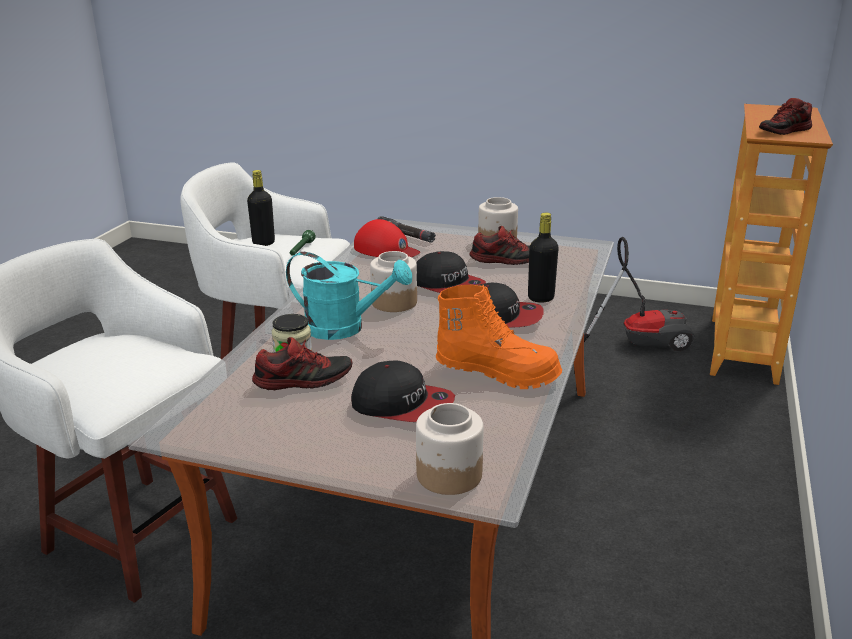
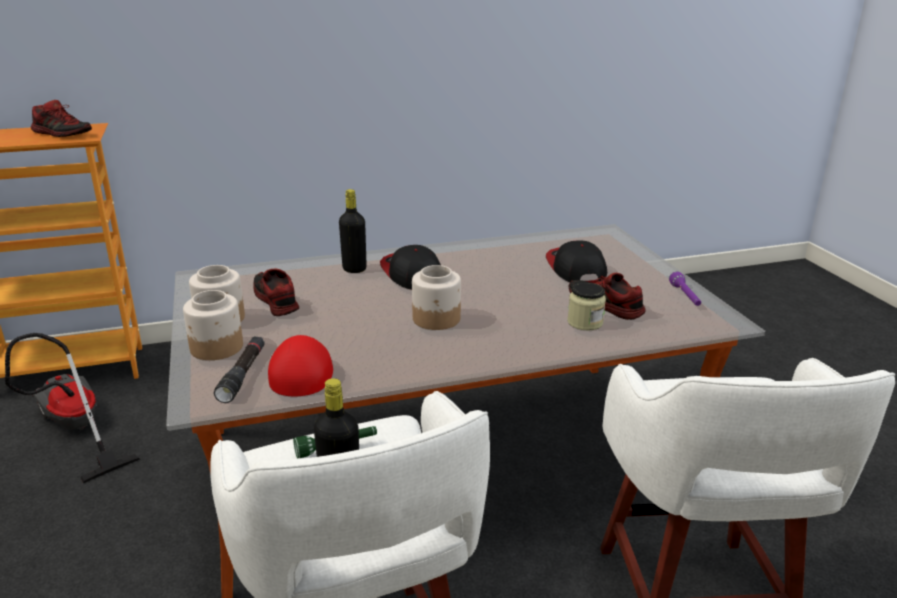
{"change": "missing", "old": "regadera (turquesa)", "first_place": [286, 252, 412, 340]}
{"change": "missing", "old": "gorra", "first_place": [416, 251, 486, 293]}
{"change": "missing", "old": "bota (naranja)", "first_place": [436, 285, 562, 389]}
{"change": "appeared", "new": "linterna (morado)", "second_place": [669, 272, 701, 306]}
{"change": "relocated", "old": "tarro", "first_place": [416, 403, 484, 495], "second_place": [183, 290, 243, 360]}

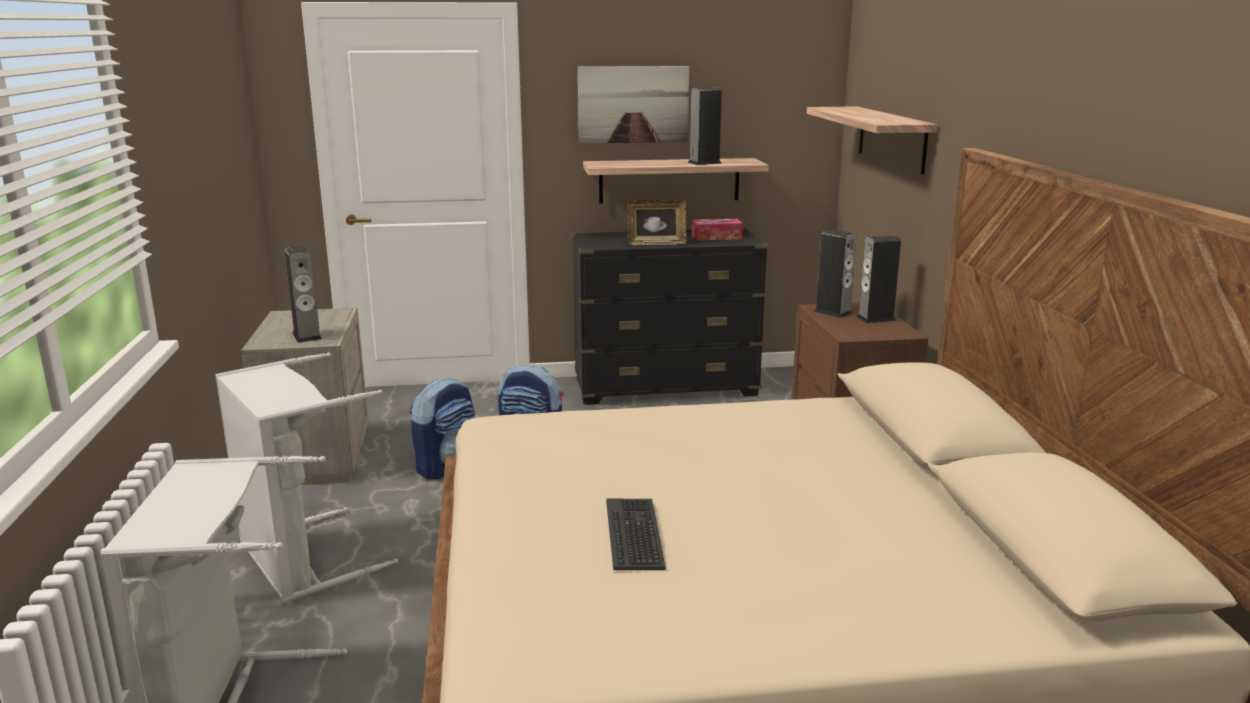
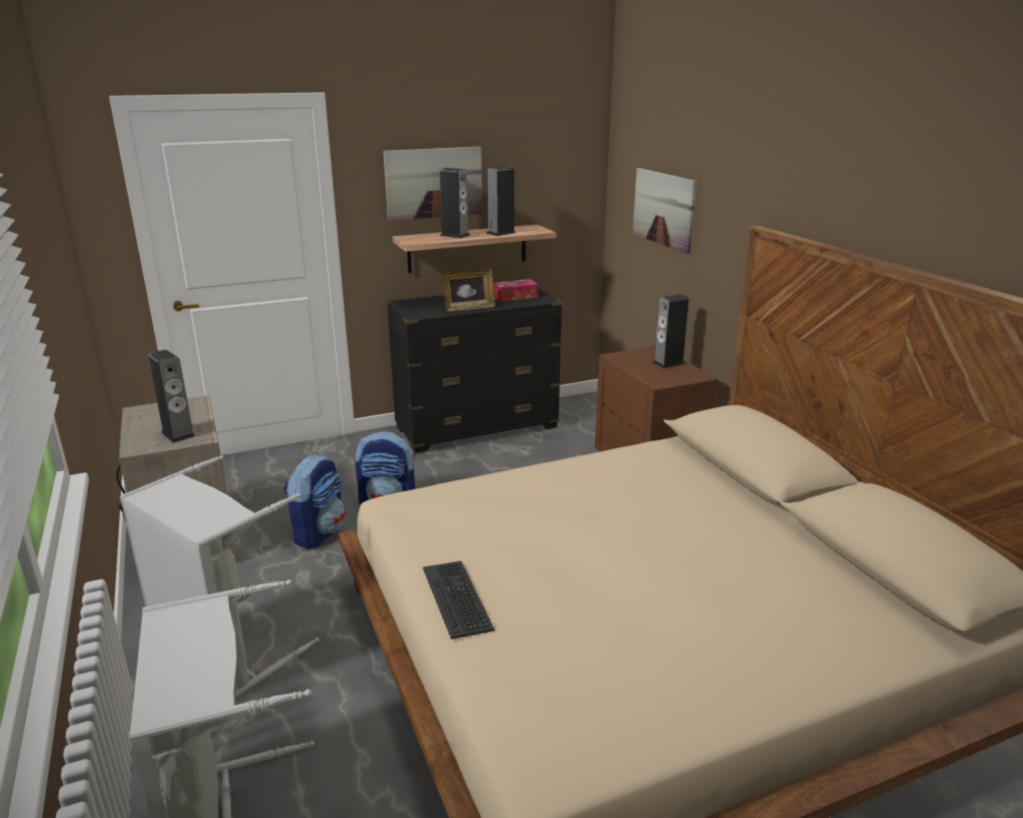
{"change": "relocated", "old": "teclado", "first_place": [606, 499, 666, 570], "second_place": [423, 561, 495, 639]}
{"change": "relocated", "old": "altavoz", "first_place": [814, 230, 856, 318], "second_place": [440, 168, 470, 238]}
{"change": "exchanged", "old": "estante", "new": "cuadro", "first_place": [807, 106, 938, 175], "second_place": [633, 168, 697, 254]}

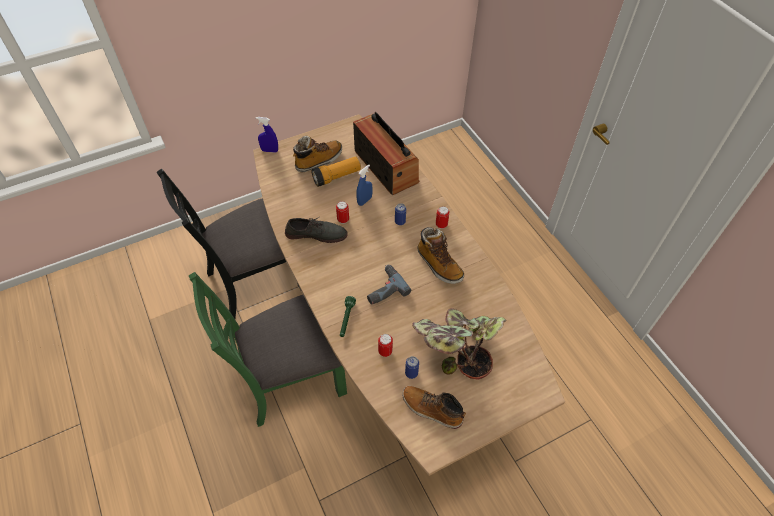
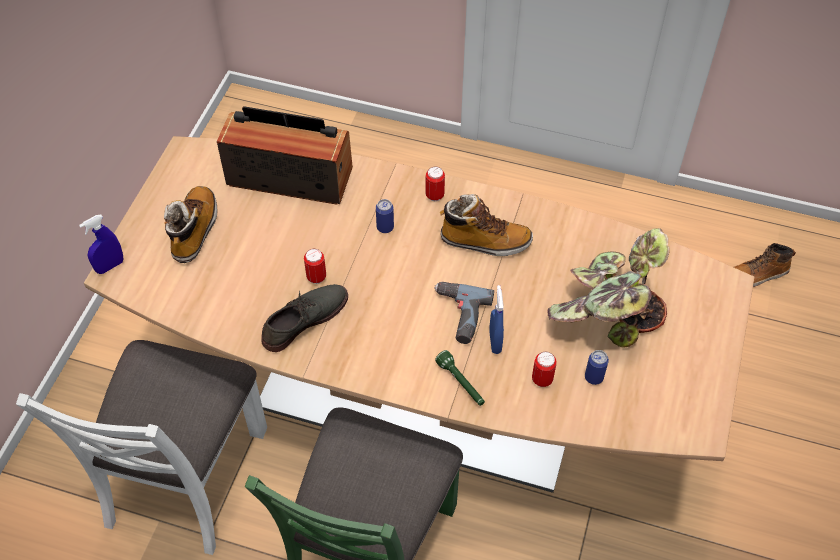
{"change": "missing", "old": "linterna", "first_place": [311, 156, 361, 187]}
{"change": "relocated", "old": "pulverizador (azul)", "first_place": [356, 164, 373, 206], "second_place": [489, 285, 504, 354]}
{"change": "relocated", "old": "bota", "first_place": [402, 386, 466, 429], "second_place": [734, 243, 796, 287]}
{"change": "colour", "old": "silla (negro)", "new": "silla (blanco)", "first_place": [157, 169, 301, 319], "second_place": [16, 340, 267, 555]}

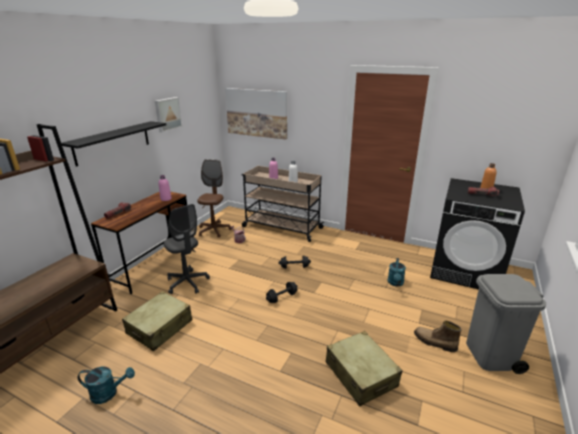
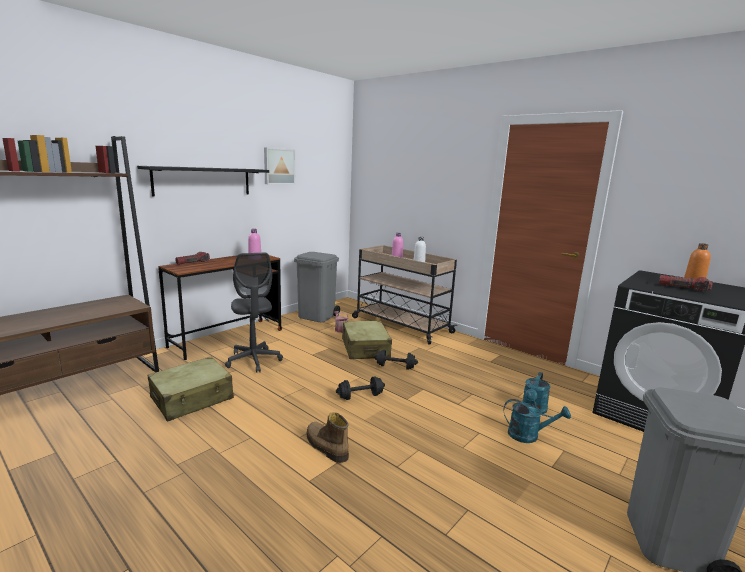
{"change": "missing", "old": "cuadro", "first_place": [225, 88, 287, 140]}
{"change": "relocated", "old": "regadera (turquesa)", "first_place": [78, 367, 135, 404], "second_place": [504, 399, 571, 443]}
{"change": "relocated", "old": "maleta (beis)", "first_place": [326, 331, 402, 407], "second_place": [342, 320, 392, 359]}
{"change": "relocated", "old": "bota", "first_place": [414, 321, 462, 352], "second_place": [307, 412, 349, 463]}
{"change": "exchanged", "old": "silla de oficina (marrón)", "new": "papelera (gris)", "first_place": [197, 159, 232, 238], "second_place": [294, 252, 340, 322]}

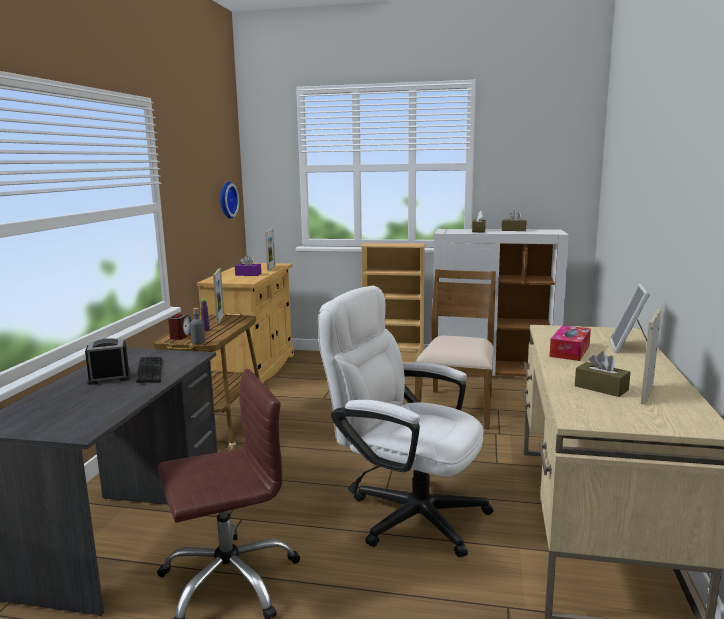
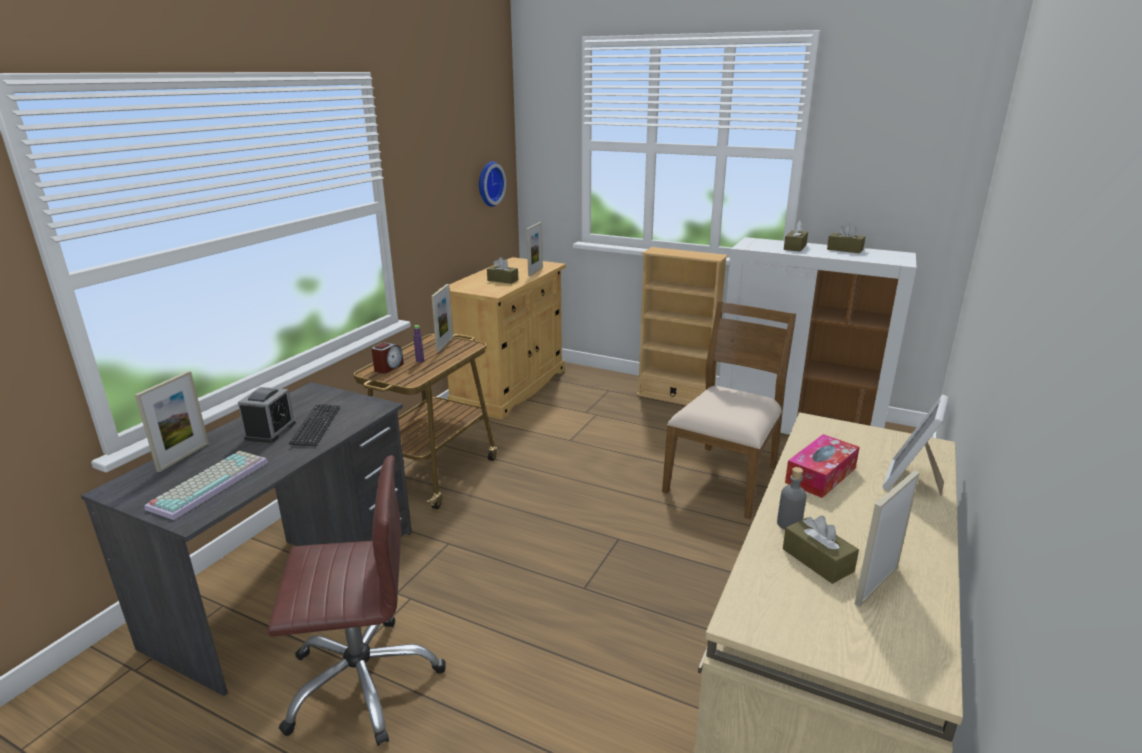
{"change": "missing", "old": "silla de oficina (blanco)", "first_place": [318, 286, 493, 557]}
{"change": "appeared", "new": "portarretratos", "second_place": [135, 371, 209, 472]}
{"change": "appeared", "new": "teclado", "second_place": [145, 451, 268, 520]}
{"change": "relocated", "old": "botella (gris)", "first_place": [190, 308, 205, 344], "second_place": [777, 467, 807, 530]}
{"change": "colour", "old": "caja de pañuelos (morado)", "new": "caja de pañuelos (marrón)", "first_place": [235, 255, 261, 276], "second_place": [487, 257, 518, 284]}
{"change": "spun", "old": "despertador", "first_place": [85, 338, 131, 385], "second_place": [238, 387, 296, 443], "degrees": 105}

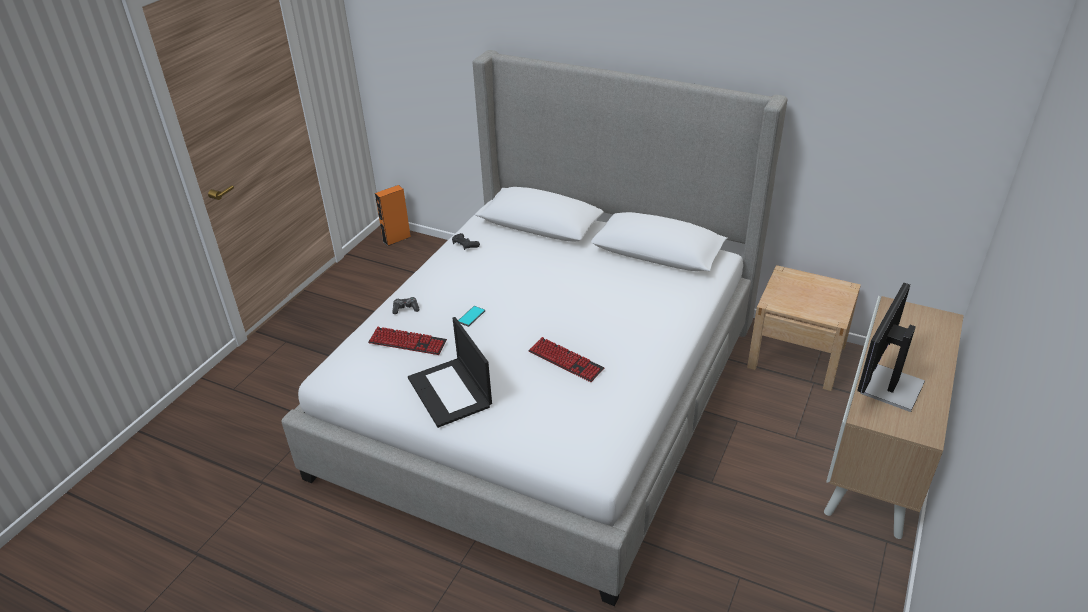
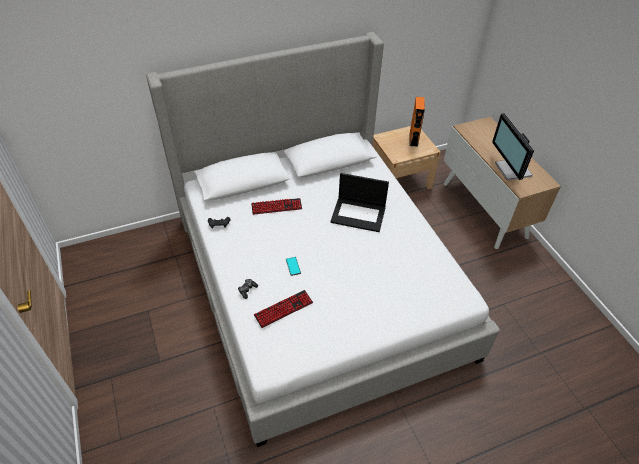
{"change": "relocated", "old": "altavoz (naranja)", "first_place": [375, 185, 411, 246], "second_place": [409, 97, 425, 147]}
{"change": "relocated", "old": "portátil", "first_place": [408, 317, 492, 428], "second_place": [331, 173, 389, 232]}
{"change": "relocated", "old": "teclado", "first_place": [528, 337, 604, 382], "second_place": [251, 198, 302, 215]}

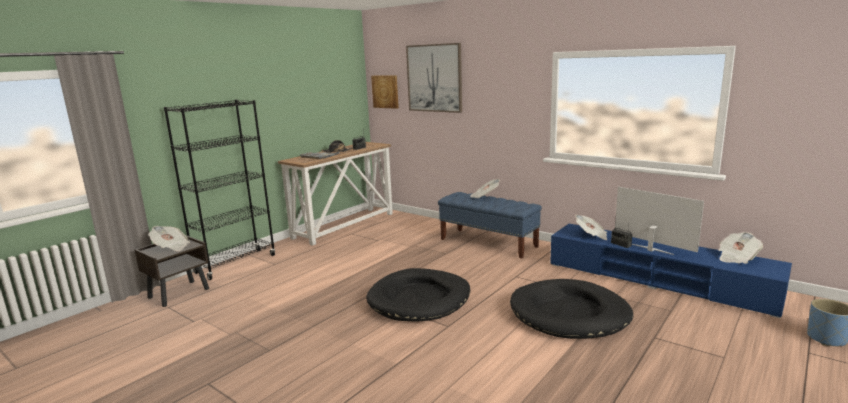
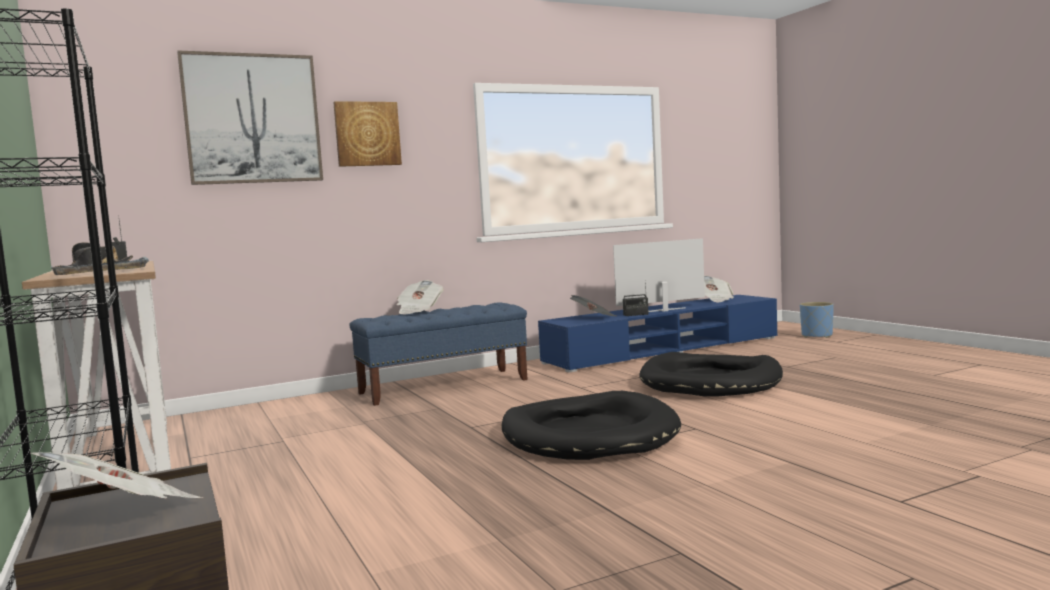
{"change": "relocated", "old": "cuadro", "first_place": [371, 75, 399, 109], "second_place": [333, 101, 402, 167]}

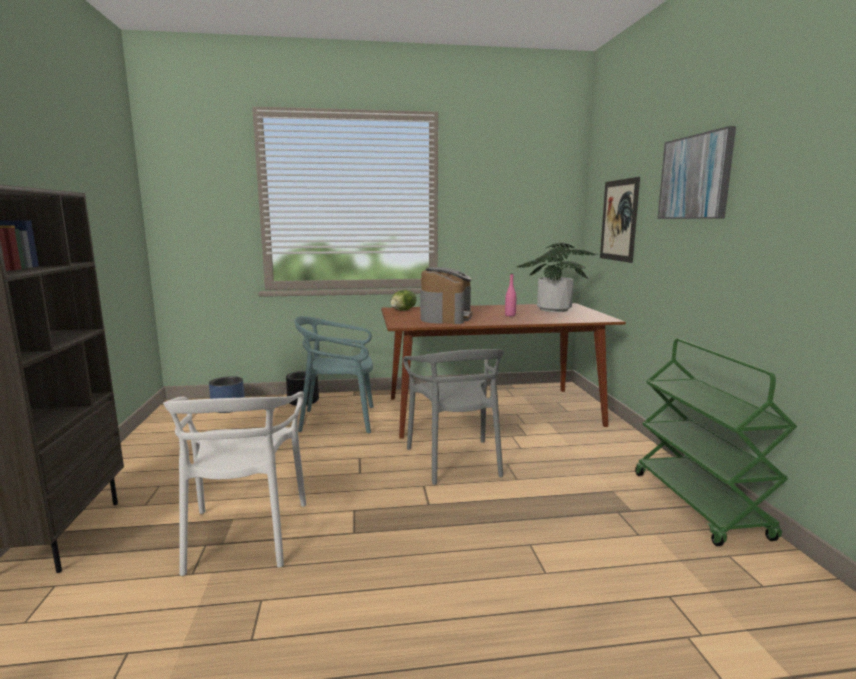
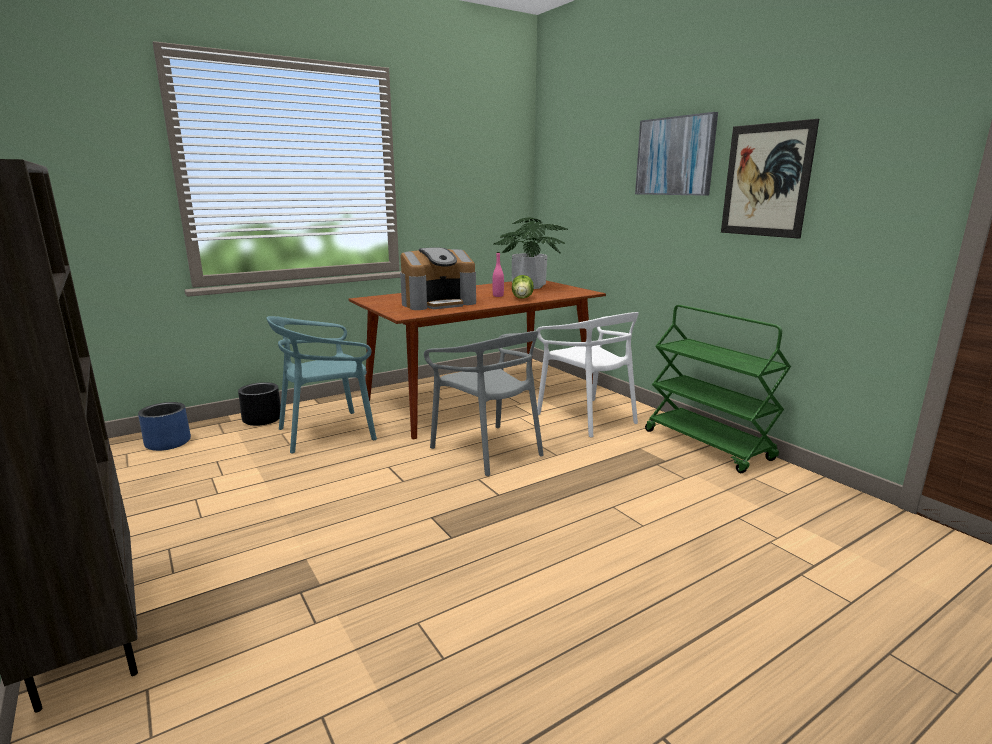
{"change": "relocated", "old": "silla (blanco)", "first_place": [163, 392, 306, 576], "second_place": [536, 312, 639, 437]}
{"change": "relocated", "old": "lechuga", "first_place": [390, 290, 416, 311], "second_place": [512, 275, 534, 299]}
{"change": "relocated", "old": "cuadro", "first_place": [600, 177, 640, 263], "second_place": [721, 119, 819, 239]}
{"change": "spun", "old": "cafetera", "first_place": [420, 267, 473, 324], "second_place": [400, 248, 476, 310], "degrees": 75}

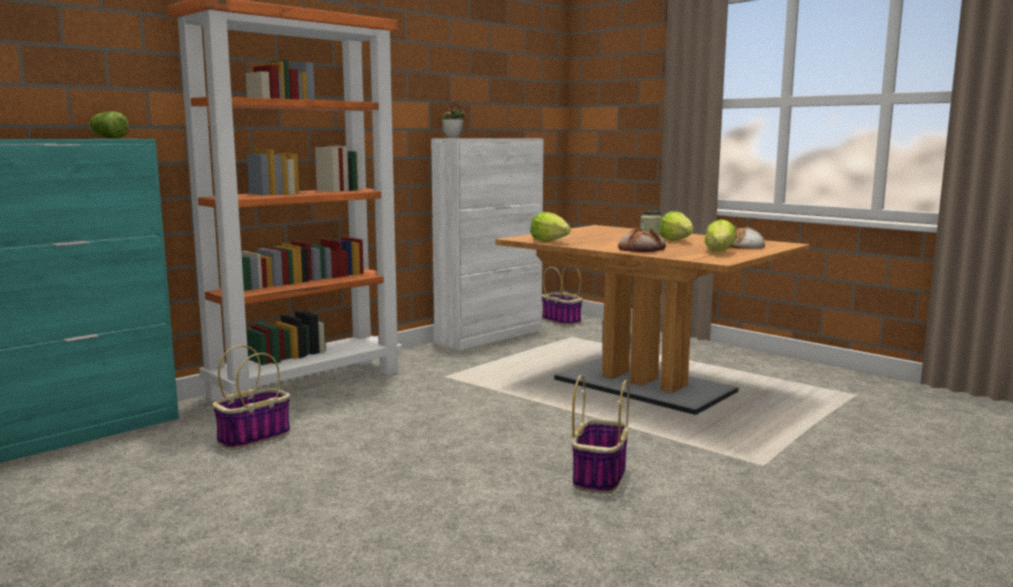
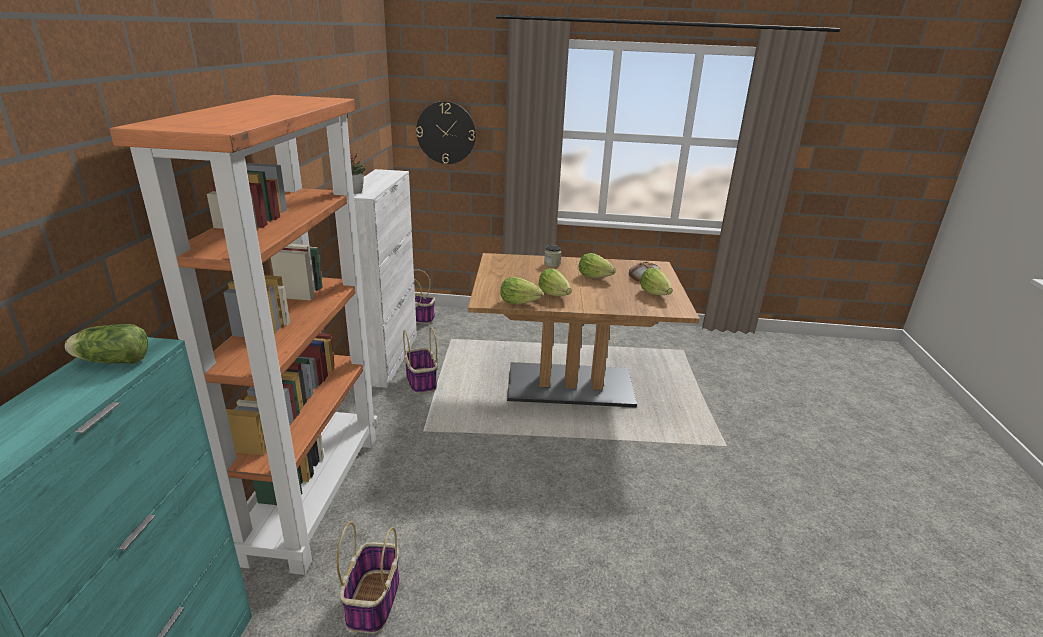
{"change": "missing", "old": "pan", "first_place": [618, 228, 666, 252]}
{"change": "appeared", "new": "reloj de pared", "second_place": [416, 101, 476, 164]}
{"change": "appeared", "new": "lechuga", "second_place": [538, 269, 572, 296]}
{"change": "relocated", "old": "cesta", "first_place": [572, 375, 629, 494], "second_place": [403, 327, 437, 394]}

